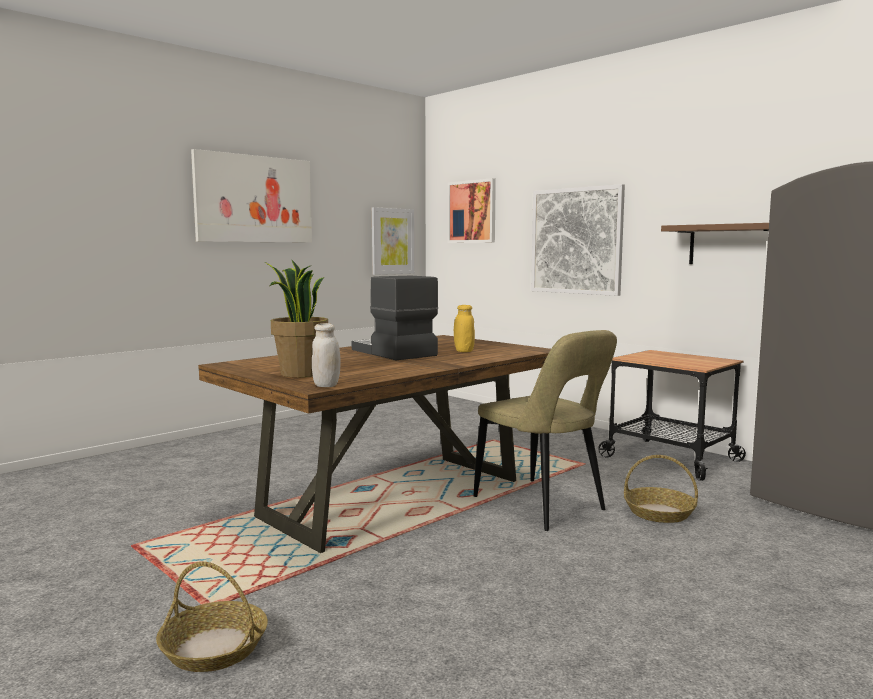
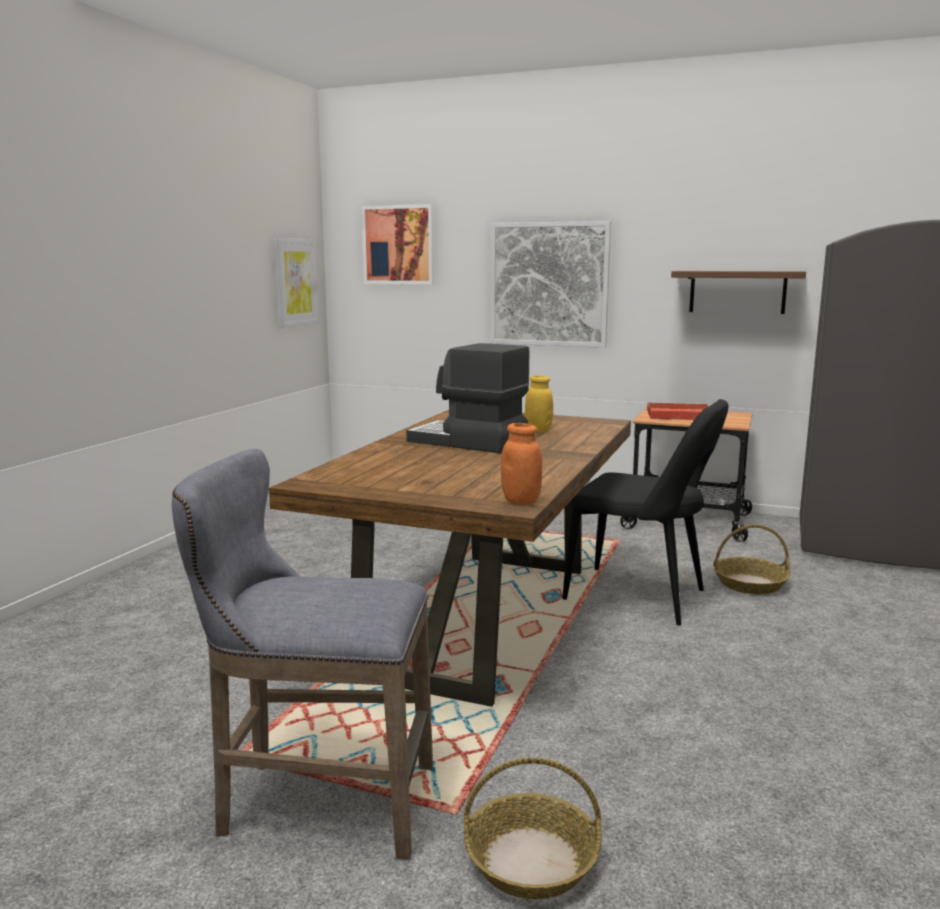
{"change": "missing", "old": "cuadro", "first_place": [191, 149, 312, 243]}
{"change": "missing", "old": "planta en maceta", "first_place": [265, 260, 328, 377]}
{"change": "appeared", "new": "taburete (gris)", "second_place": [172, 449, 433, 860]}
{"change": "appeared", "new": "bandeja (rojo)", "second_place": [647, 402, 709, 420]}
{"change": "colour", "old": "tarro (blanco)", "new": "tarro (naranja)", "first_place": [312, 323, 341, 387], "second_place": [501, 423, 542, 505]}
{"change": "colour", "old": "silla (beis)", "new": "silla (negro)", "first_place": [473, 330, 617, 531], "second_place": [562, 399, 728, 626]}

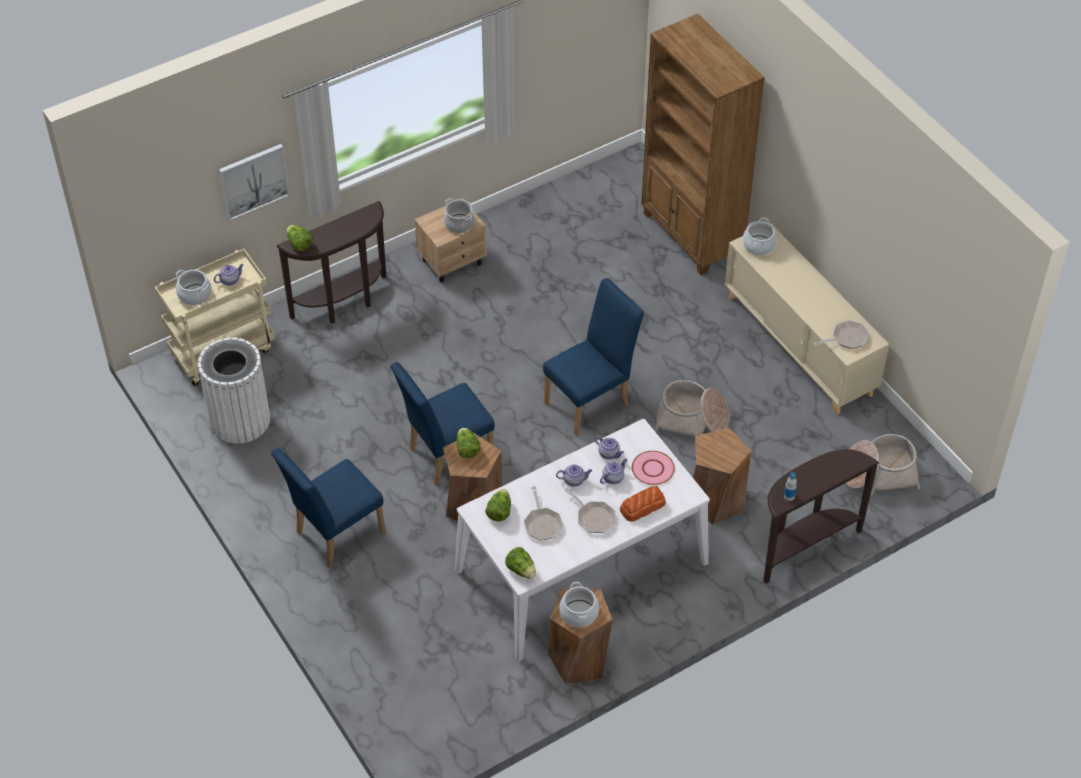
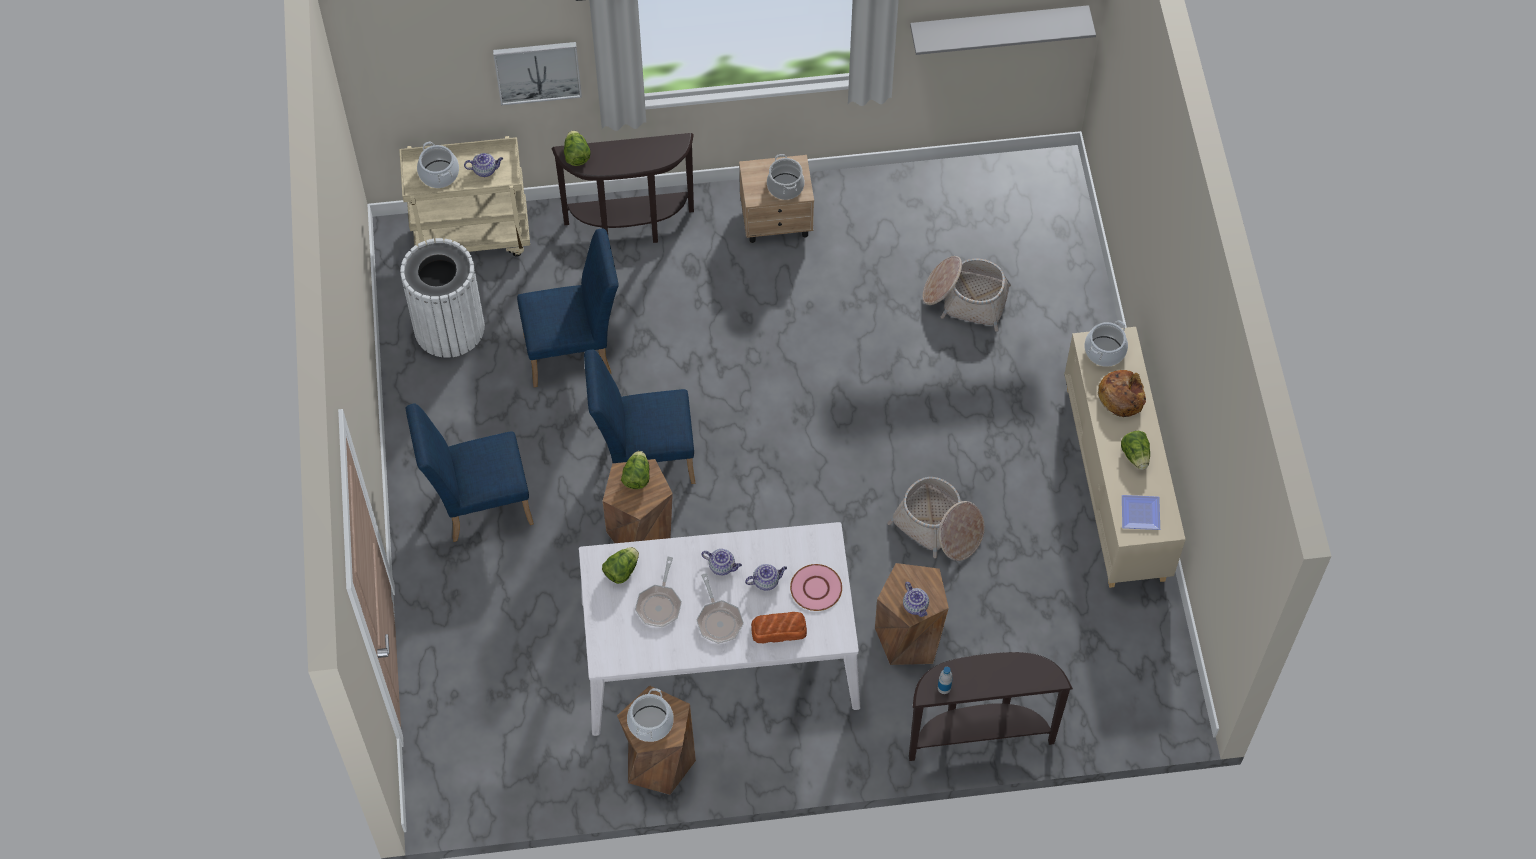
{"change": "missing", "old": "estantería (marrón)", "first_place": [641, 14, 765, 276]}
{"change": "appeared", "new": "estante (gris)", "second_place": [910, 5, 1096, 55]}
{"change": "appeared", "new": "pan", "second_place": [1098, 370, 1146, 417]}
{"change": "relocated", "old": "lechuga", "first_place": [505, 547, 536, 579], "second_place": [1121, 431, 1150, 470]}
{"change": "relocated", "old": "silla (azul)", "first_place": [543, 278, 644, 436], "second_place": [517, 229, 619, 387]}
{"change": "relocated", "old": "tetera", "first_place": [595, 436, 624, 459], "second_place": [903, 582, 929, 617]}
{"change": "relocated", "old": "cesta", "first_place": [846, 434, 920, 496], "second_place": [922, 256, 1011, 331]}
{"change": "exchanged", "old": "sartén", "new": "plato", "first_place": [813, 320, 869, 349], "second_place": [1122, 495, 1160, 530]}

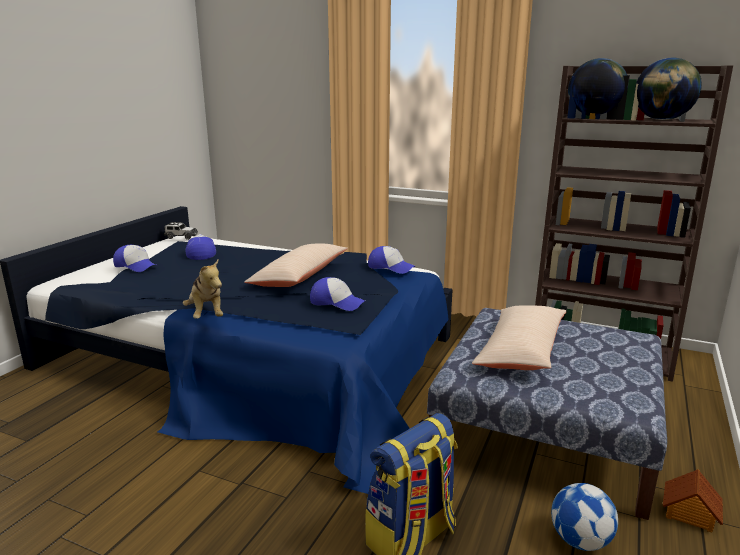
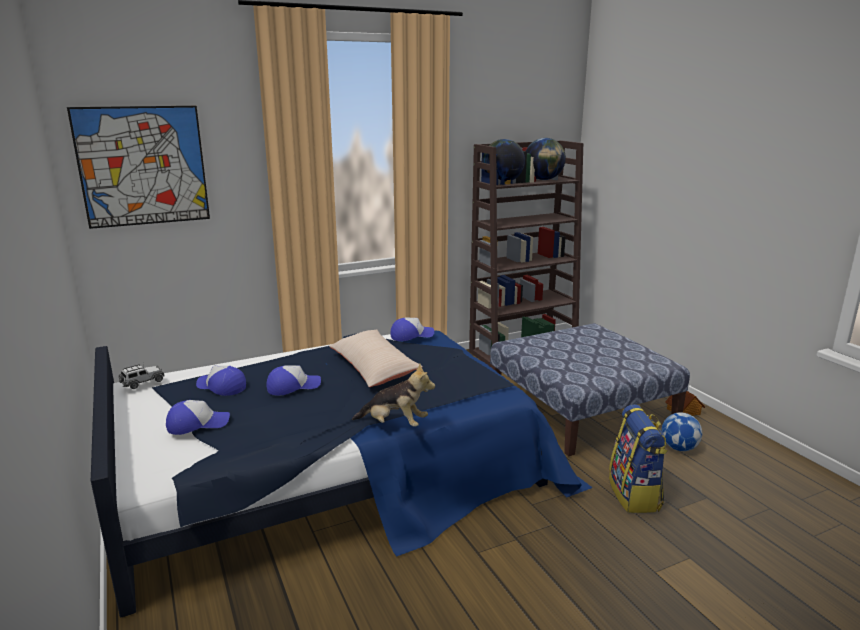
{"change": "missing", "old": "cojín (beis)", "first_place": [472, 306, 567, 370]}
{"change": "appeared", "new": "cuadro", "second_place": [67, 106, 210, 229]}
{"change": "relocated", "old": "gorra", "first_place": [310, 277, 365, 311], "second_place": [266, 365, 321, 396]}

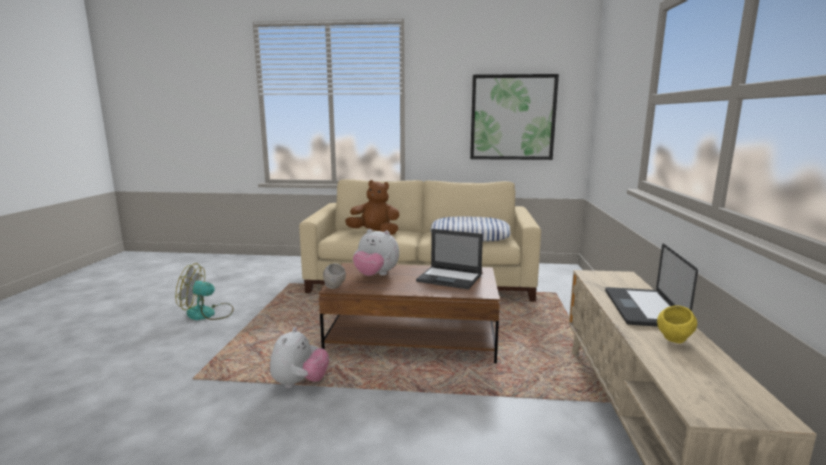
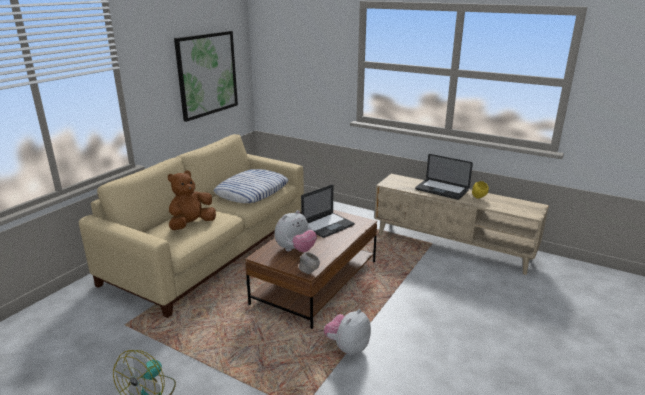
{"change": "spun", "old": "peluche", "first_place": [270, 327, 329, 388], "second_place": [324, 309, 371, 355], "degrees": -90}

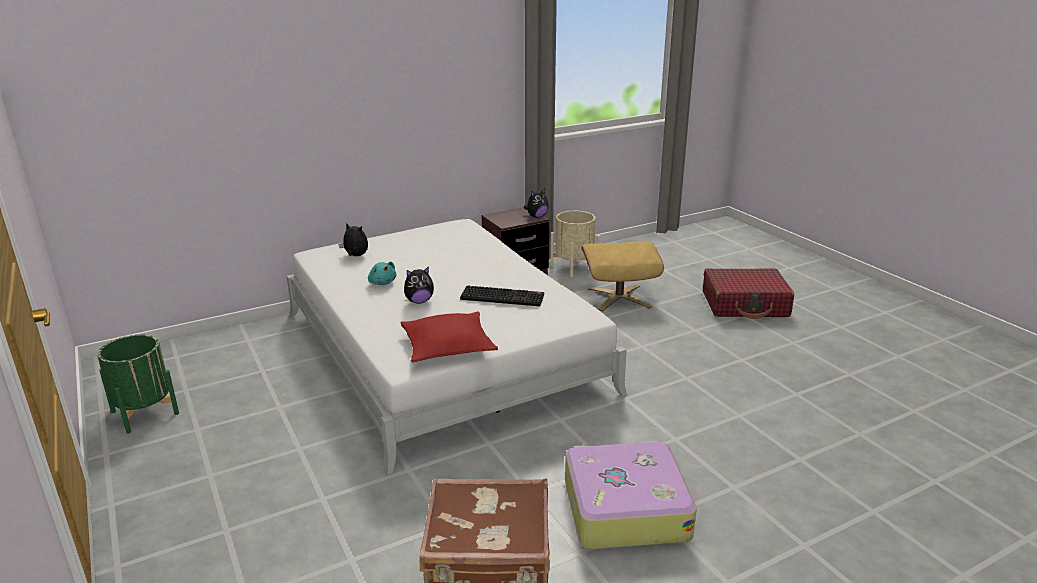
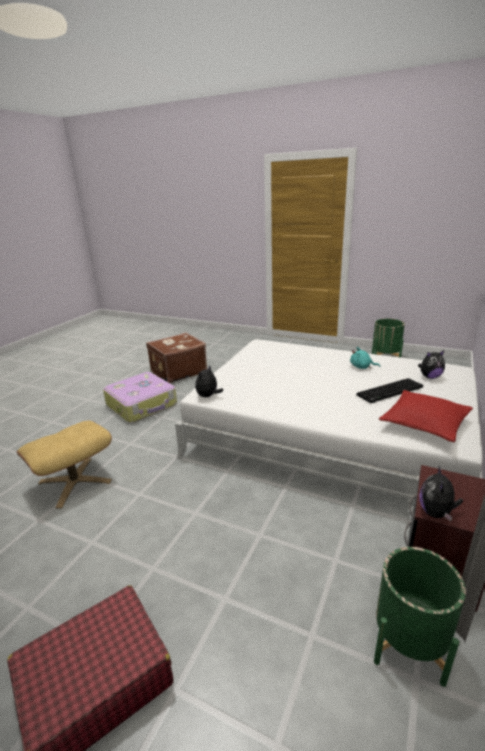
{"change": "relocated", "old": "cojín (rojo)", "first_place": [401, 311, 498, 362], "second_place": [379, 390, 473, 442]}
{"change": "relocated", "old": "peluche", "first_place": [404, 266, 434, 304], "second_place": [195, 365, 223, 397]}
{"change": "relocated", "old": "teclado", "first_place": [460, 286, 544, 306], "second_place": [357, 378, 423, 403]}
{"change": "relocated", "old": "puf (beis)", "first_place": [581, 241, 664, 312], "second_place": [17, 421, 112, 509]}
{"change": "colour", "old": "maceta (beis)", "new": "maceta (verde)", "first_place": [550, 211, 600, 277], "second_place": [374, 547, 466, 687]}

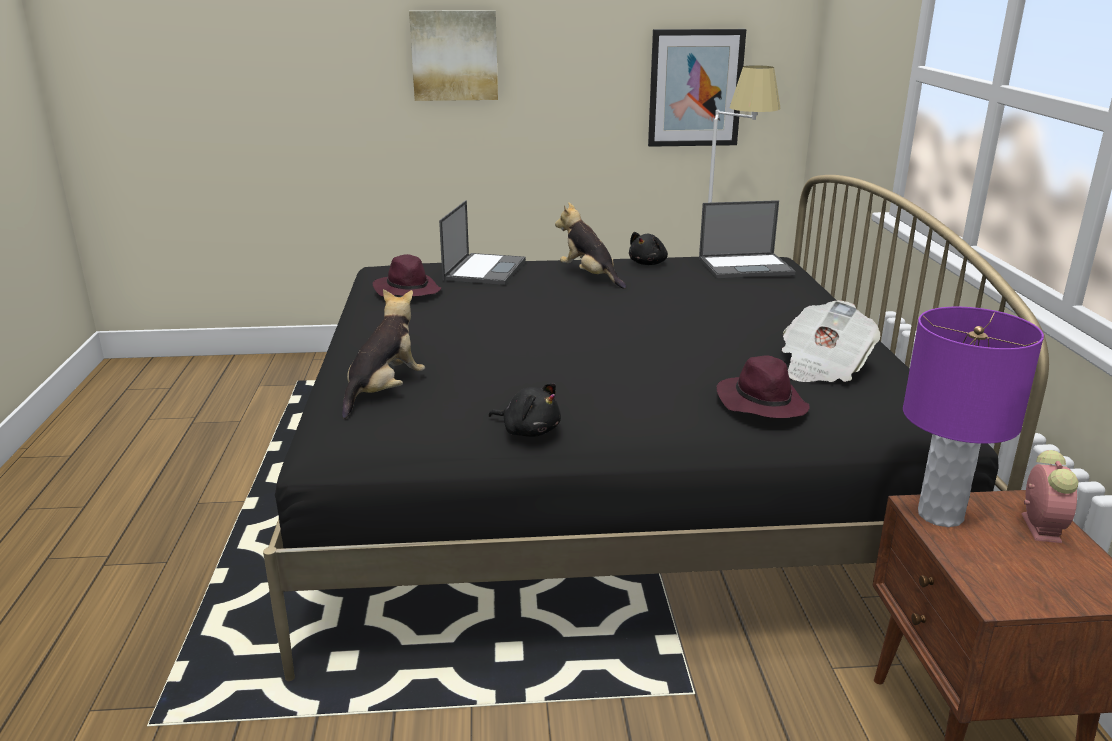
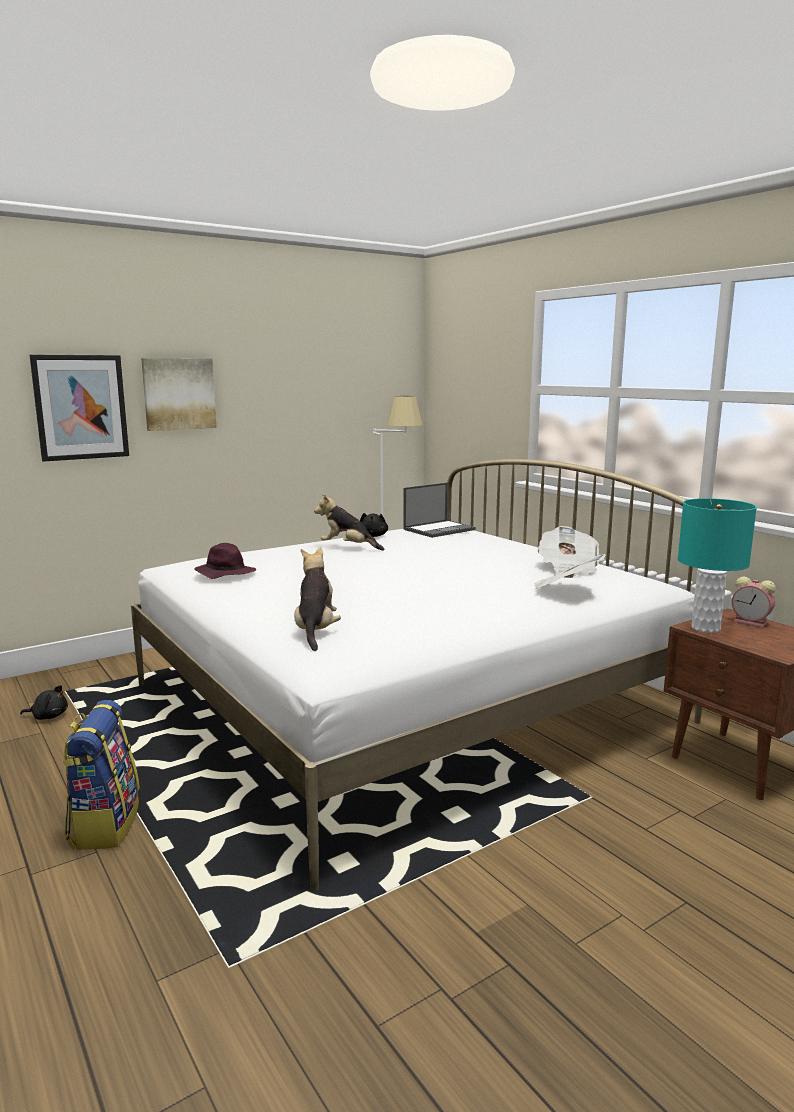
{"change": "missing", "old": "portátil", "first_place": [439, 200, 526, 285]}
{"change": "appeared", "new": "mochila", "second_place": [63, 700, 140, 850]}
{"change": "relocated", "old": "peluche (negro)", "first_place": [488, 383, 561, 437], "second_place": [20, 685, 68, 720]}
{"change": "relocated", "old": "cuadro", "first_place": [648, 29, 746, 147], "second_place": [29, 355, 129, 462]}
{"change": "exchanged", "old": "sombrero (morado)", "new": "periódico", "first_place": [717, 356, 810, 418], "second_place": [534, 554, 606, 589]}
{"change": "colour", "old": "cama (negro)", "new": "cama (blanco)", "first_place": [263, 175, 1049, 681], "second_place": [131, 459, 702, 891]}
{"change": "colour", "old": "lámpara de mesa (morado)", "new": "lámpara de mesa (turquesa)", "first_place": [903, 307, 1044, 527], "second_place": [678, 498, 757, 633]}
{"change": "spun", "old": "despertador", "first_place": [1022, 450, 1078, 543], "second_place": [732, 577, 776, 628], "degrees": 150}

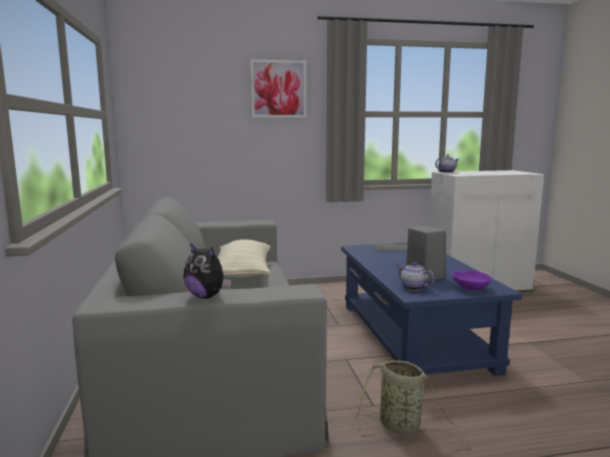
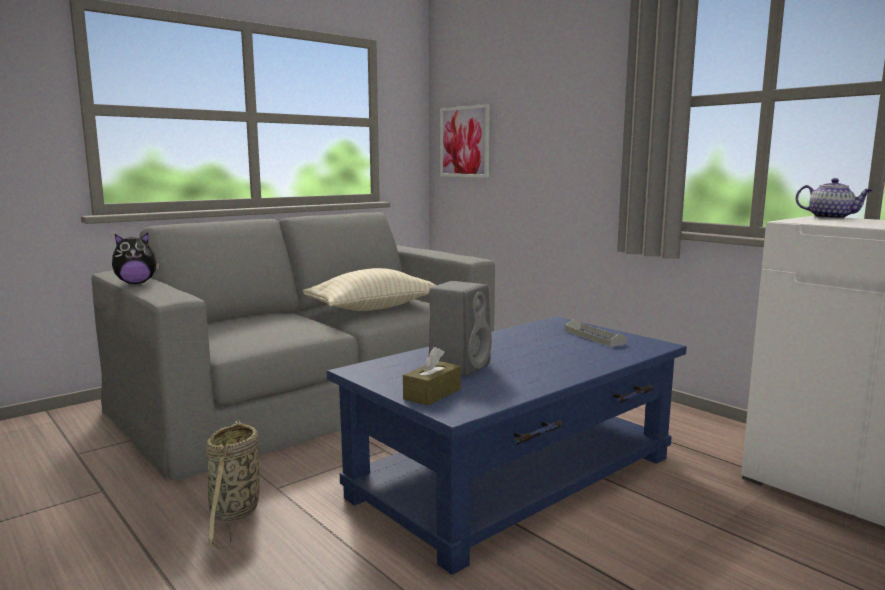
{"change": "missing", "old": "tetera", "first_place": [396, 262, 434, 291]}
{"change": "relocated", "old": "cuadro", "first_place": [250, 60, 306, 118], "second_place": [440, 104, 490, 178]}
{"change": "exchanged", "old": "cuenco (morado)", "new": "caja de pañuelos (marrón)", "first_place": [452, 270, 492, 290], "second_place": [403, 347, 461, 406]}
{"change": "spun", "old": "peluche", "first_place": [183, 243, 231, 299], "second_place": [112, 233, 160, 284], "degrees": -120}

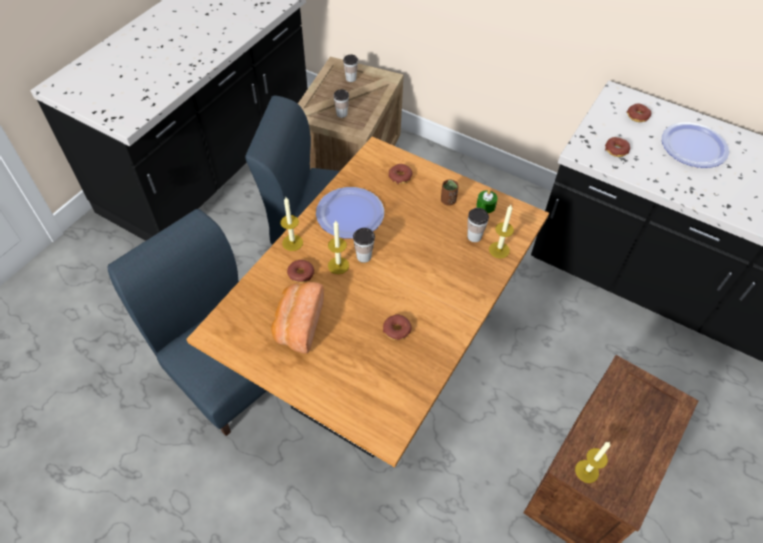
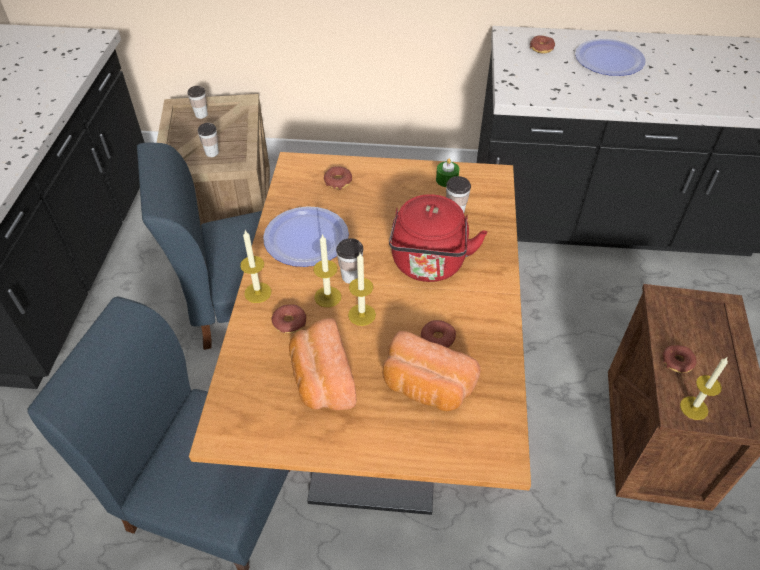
{"change": "missing", "old": "taza (marrón)", "first_place": [441, 179, 459, 206]}
{"change": "appeared", "new": "pan", "second_place": [382, 331, 481, 411]}
{"change": "appeared", "new": "hervidor (rojo)", "second_place": [389, 194, 487, 282]}
{"change": "relocated", "old": "vela", "first_place": [489, 205, 514, 258], "second_place": [348, 253, 376, 326]}
{"change": "relocated", "old": "rosquilla", "first_place": [605, 137, 630, 157], "second_place": [663, 345, 696, 373]}

